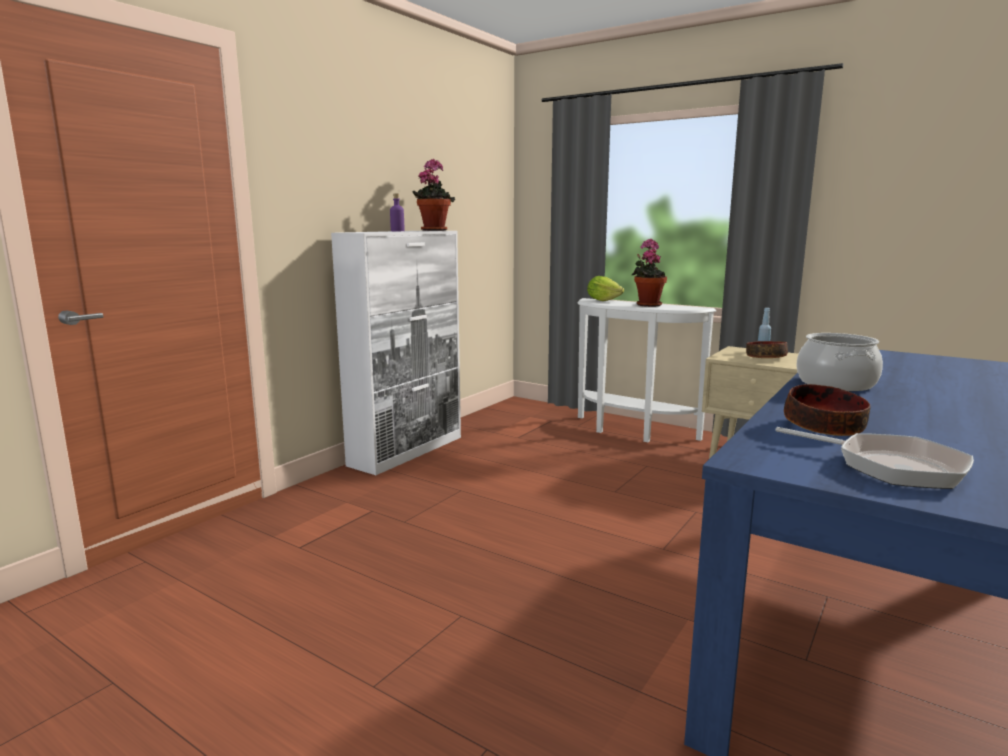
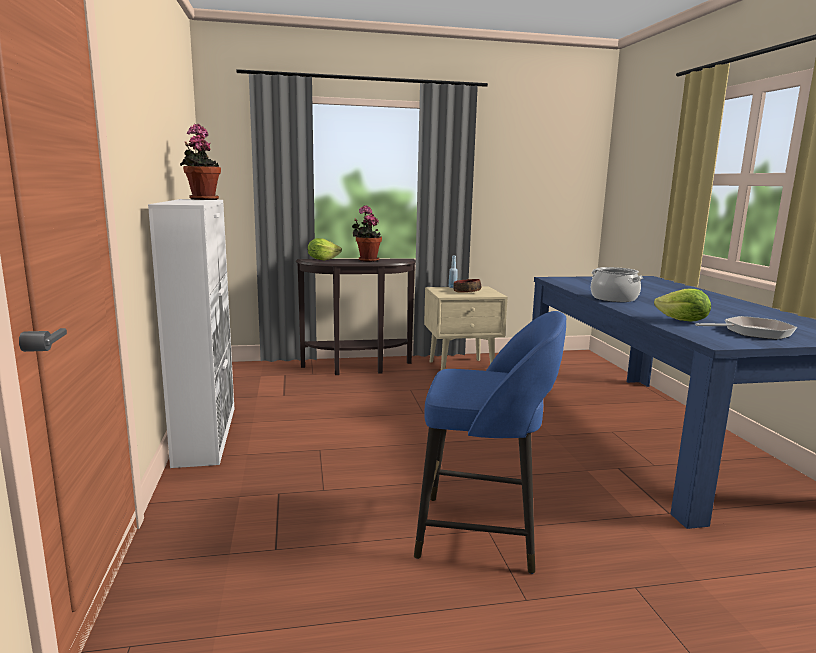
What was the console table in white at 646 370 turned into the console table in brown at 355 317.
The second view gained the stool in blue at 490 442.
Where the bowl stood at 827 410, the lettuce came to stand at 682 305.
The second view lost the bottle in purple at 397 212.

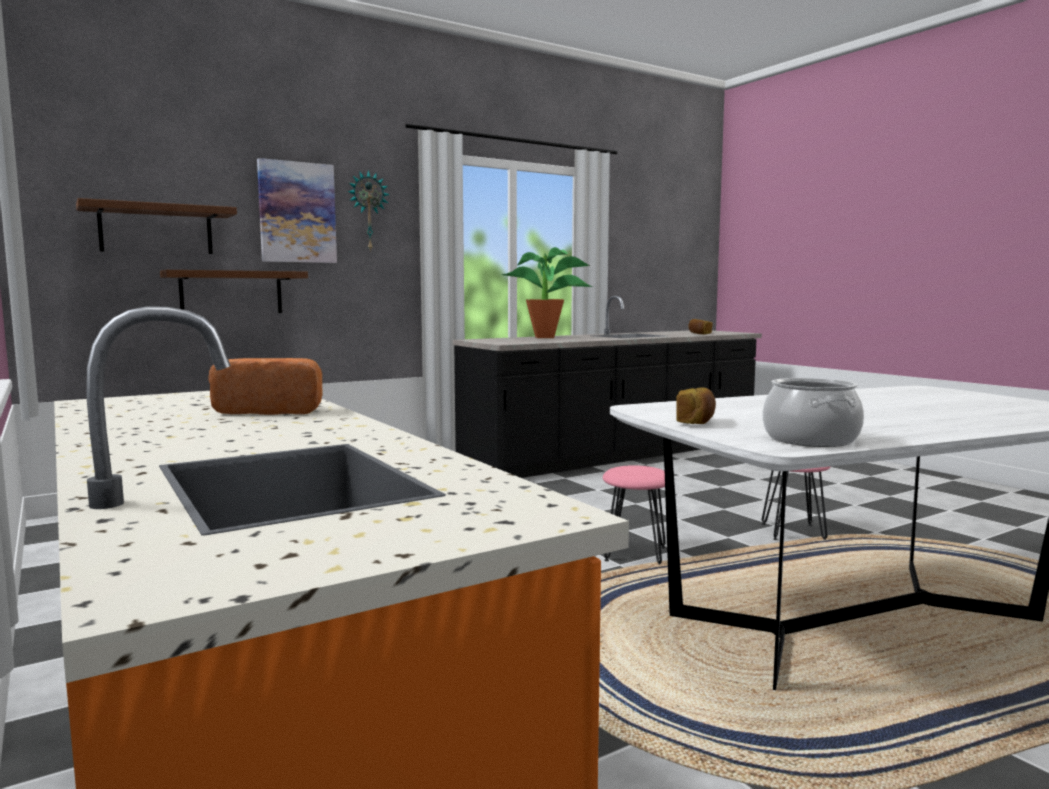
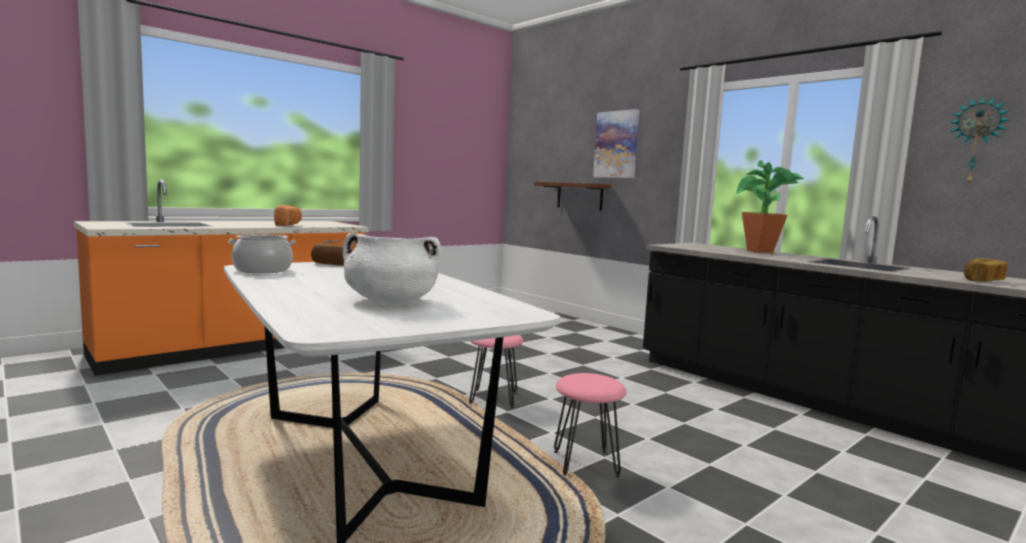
The second view gained the cooking pot in white at 392 268.
The wall clock ended up elsewhere, having gone from 368 211 to 979 140.
The second view lost the shelf in brown at 156 226.

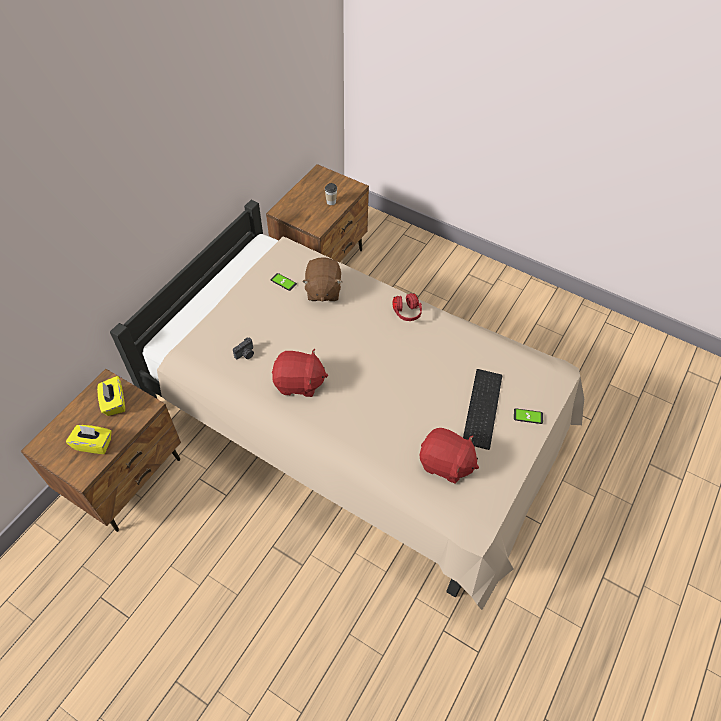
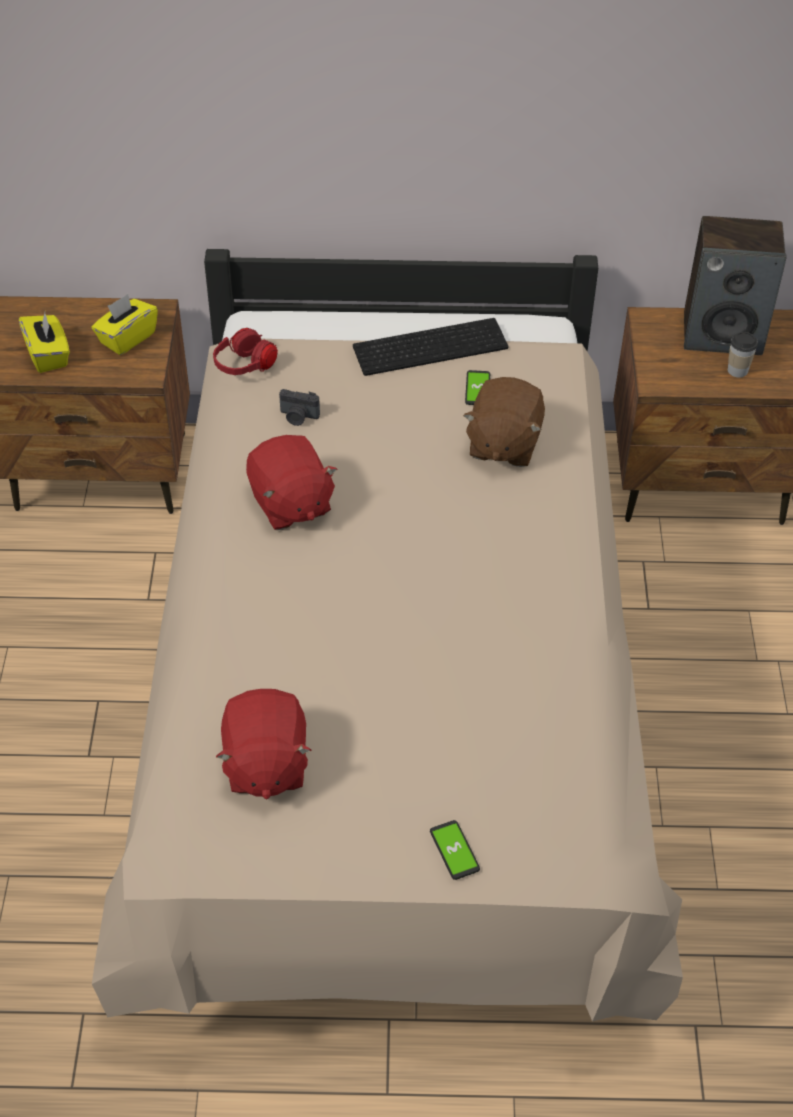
The headphones in red ended up elsewhere, having gone from 407 307 to 245 351.
The keyboard ended up elsewhere, having gone from 482 409 to 430 347.
The plush toy in brown at 322 279 ended up facing another way, 45 degrees counterclockwise from before.
The second view gained the speaker at 735 285.

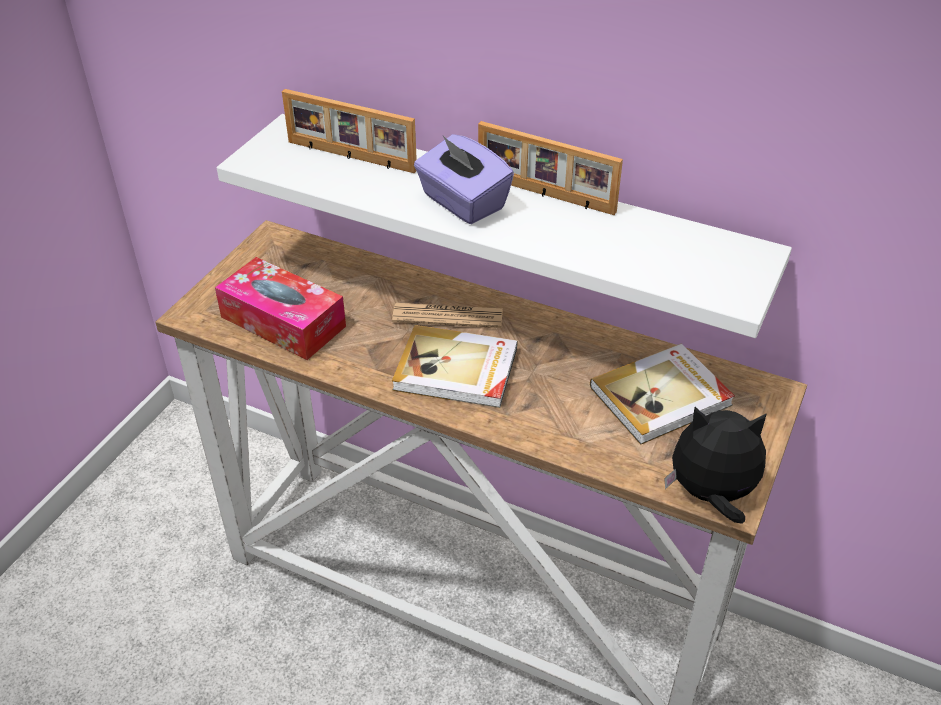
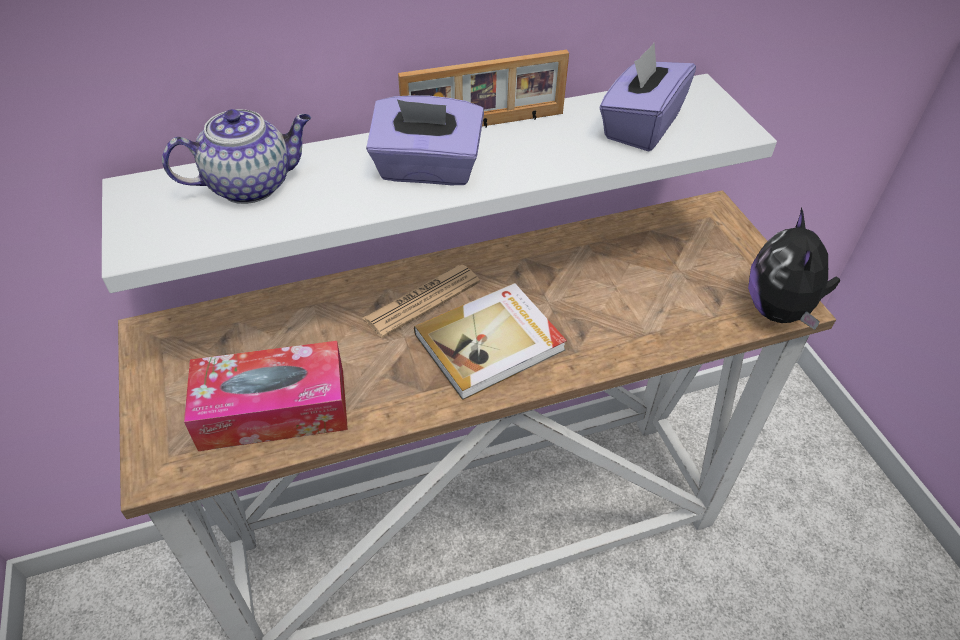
Where the picture frame stood at 349 131, the teapot came to stand at 236 156.
The second view gained the tissue box in purple at 648 97.
The plush toy at 715 465 ended up facing another way, 45 degrees counterclockwise from before.
The second view lost the book at 662 394.

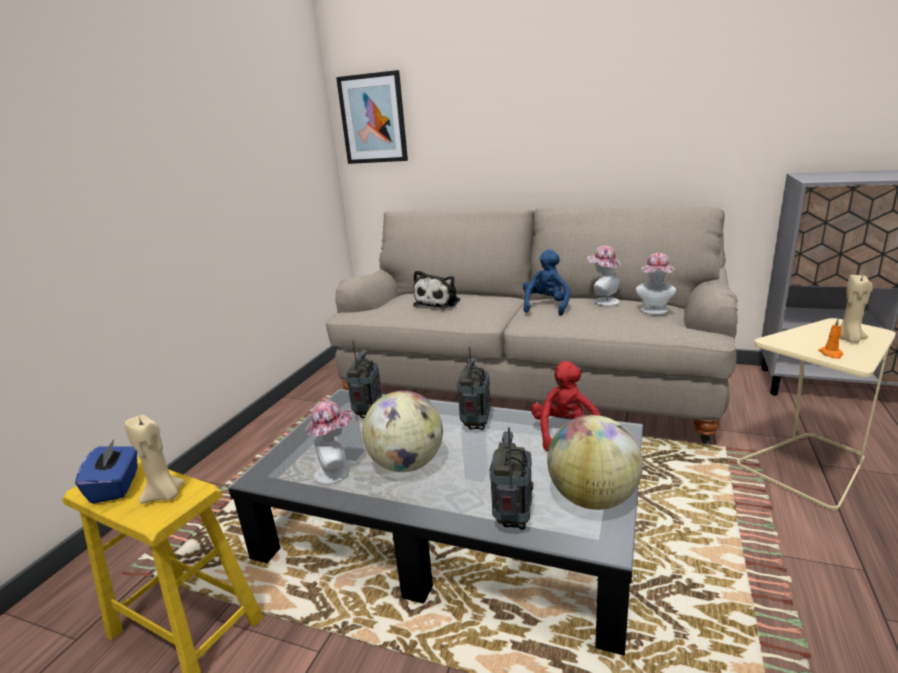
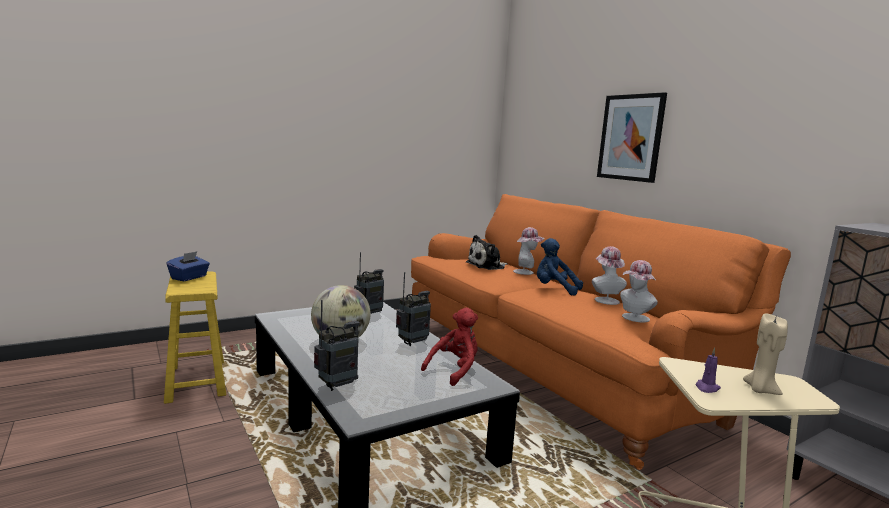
What was the sofa in beige at 532 325 turned into the sofa in orange at 601 332.
The hat ended up elsewhere, having gone from 329 443 to 528 251.
The plush toy in blue at 546 282 ended up facing another way, 120 degrees counterclockwise from before.
The picture ended up elsewhere, having gone from 372 117 to 632 137.
What was the candle in orange at 830 338 turned into the candle in purple at 708 370.
The second view lost the candle in beige at 154 459.
The second view lost the globe at 595 462.

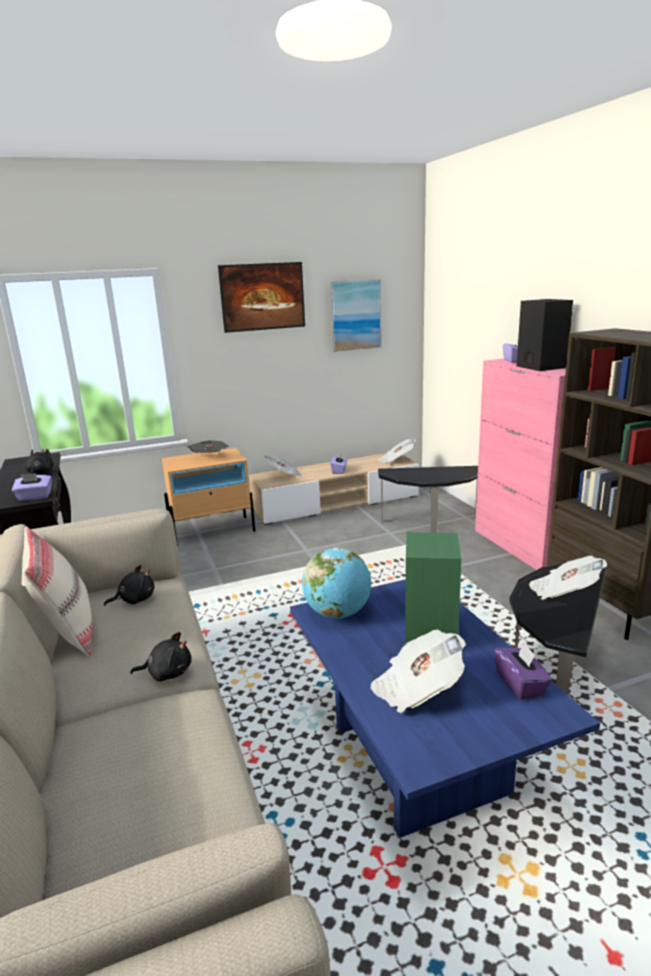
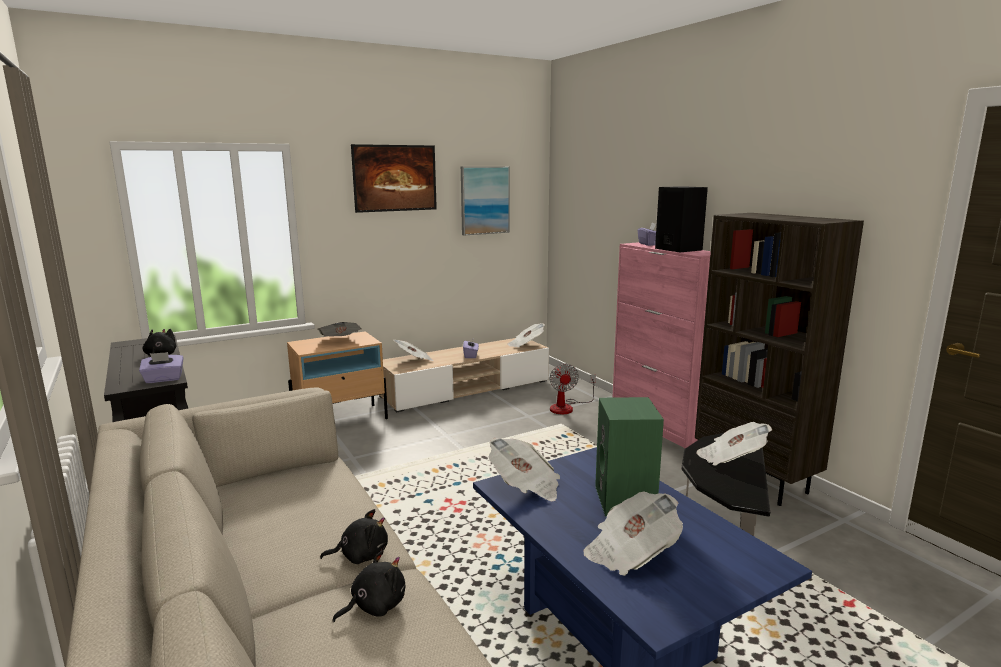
The plush toy in black ended up elsewhere, having gone from 129 585 to 369 586.
Where the globe stood at 336 583, the newspaper came to stand at 524 469.
Where the side table stood at 428 499, the fan came to stand at 572 388.
The second view lost the pillow in beige at 57 592.
The second view lost the tissue box in purple at 523 671.

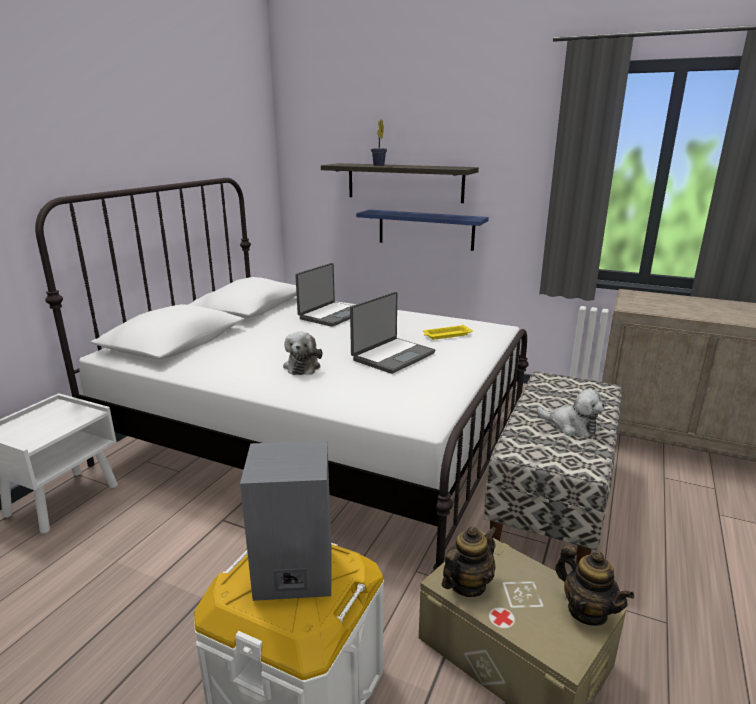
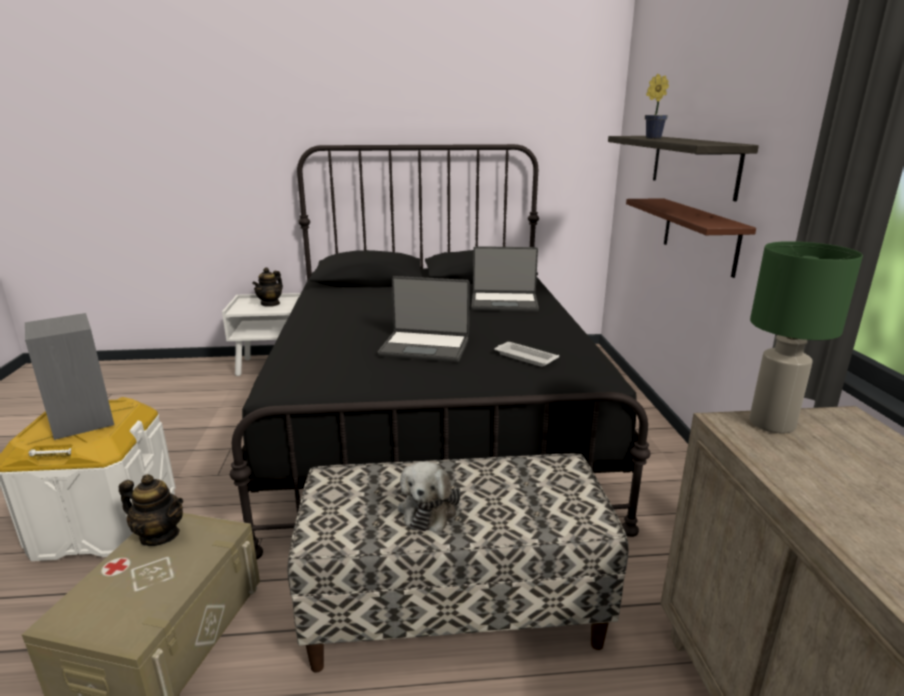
What was the bed in white at 282 374 turned into the bed in black at 440 351.
The teapot ended up elsewhere, having gone from 594 585 to 267 287.
What was the tray in yellow at 448 332 turned into the tray in white at 526 354.
What was the shelf in blue at 422 230 turned into the shelf in brown at 691 238.
The second view gained the table lamp in green at 806 337.
The second view lost the plush toy at 302 353.

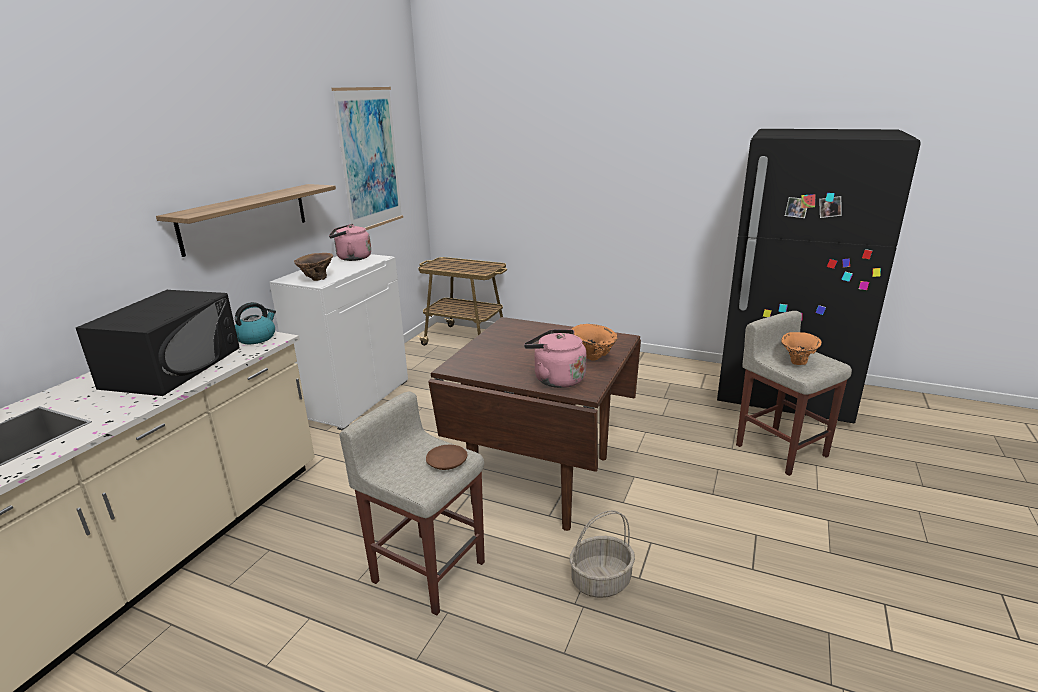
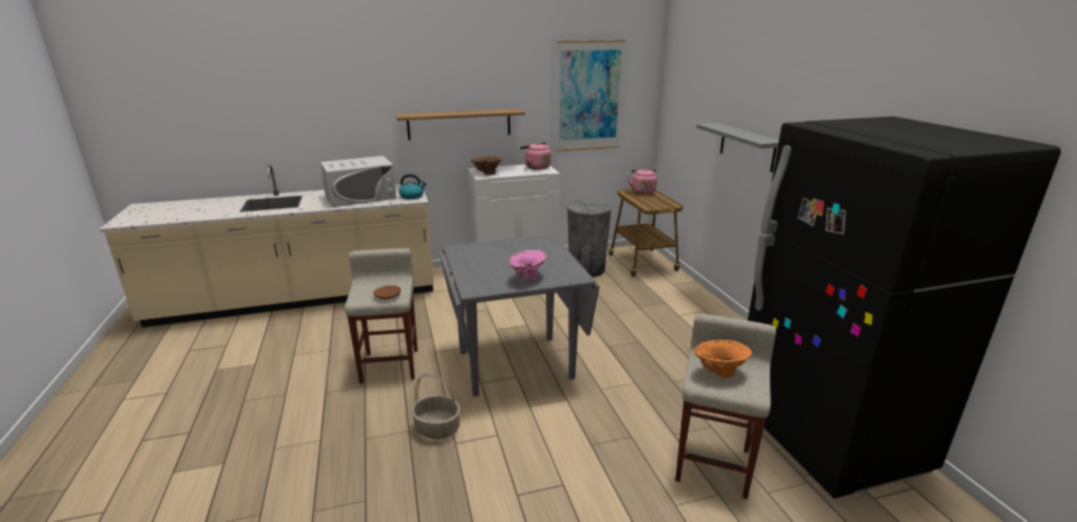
What was the microwave in black at 158 343 turned into the microwave in white at 358 181.
What was the dining table in brown at 534 424 turned into the dining table in grey at 519 316.
What was the vase in orange at 594 342 turned into the vase in pink at 528 265.
The second view gained the trash can in grey at 589 238.
The kettle in pink ended up elsewhere, having gone from 555 358 to 642 181.
The second view gained the shelf in grey at 737 147.

